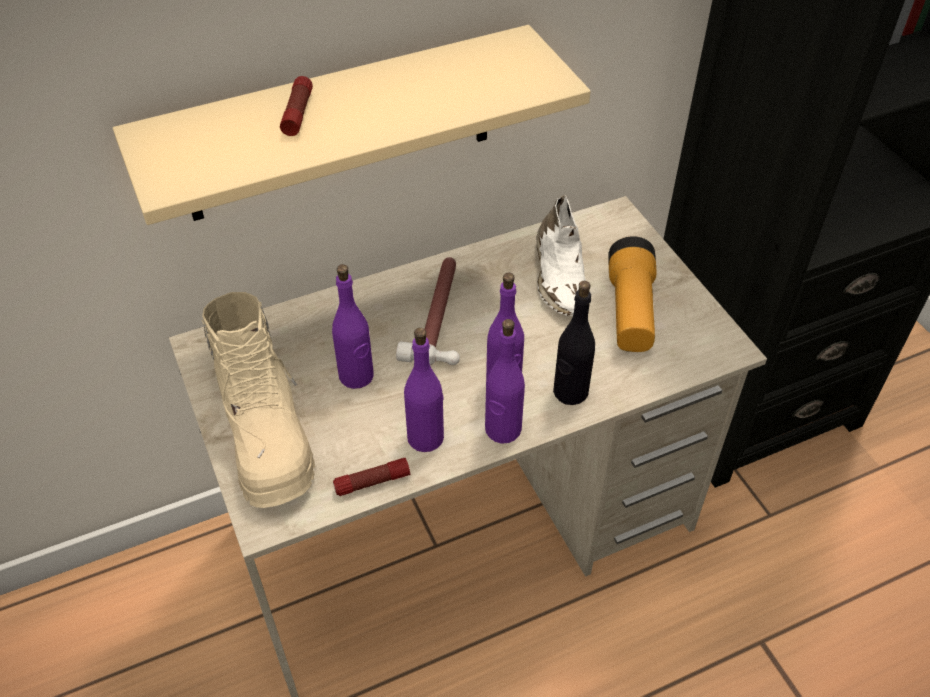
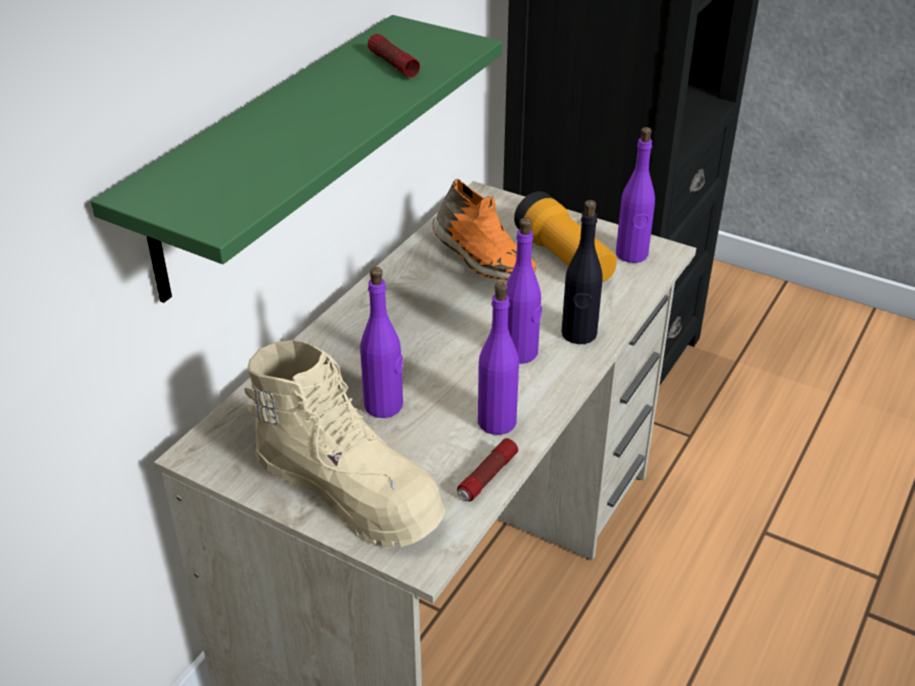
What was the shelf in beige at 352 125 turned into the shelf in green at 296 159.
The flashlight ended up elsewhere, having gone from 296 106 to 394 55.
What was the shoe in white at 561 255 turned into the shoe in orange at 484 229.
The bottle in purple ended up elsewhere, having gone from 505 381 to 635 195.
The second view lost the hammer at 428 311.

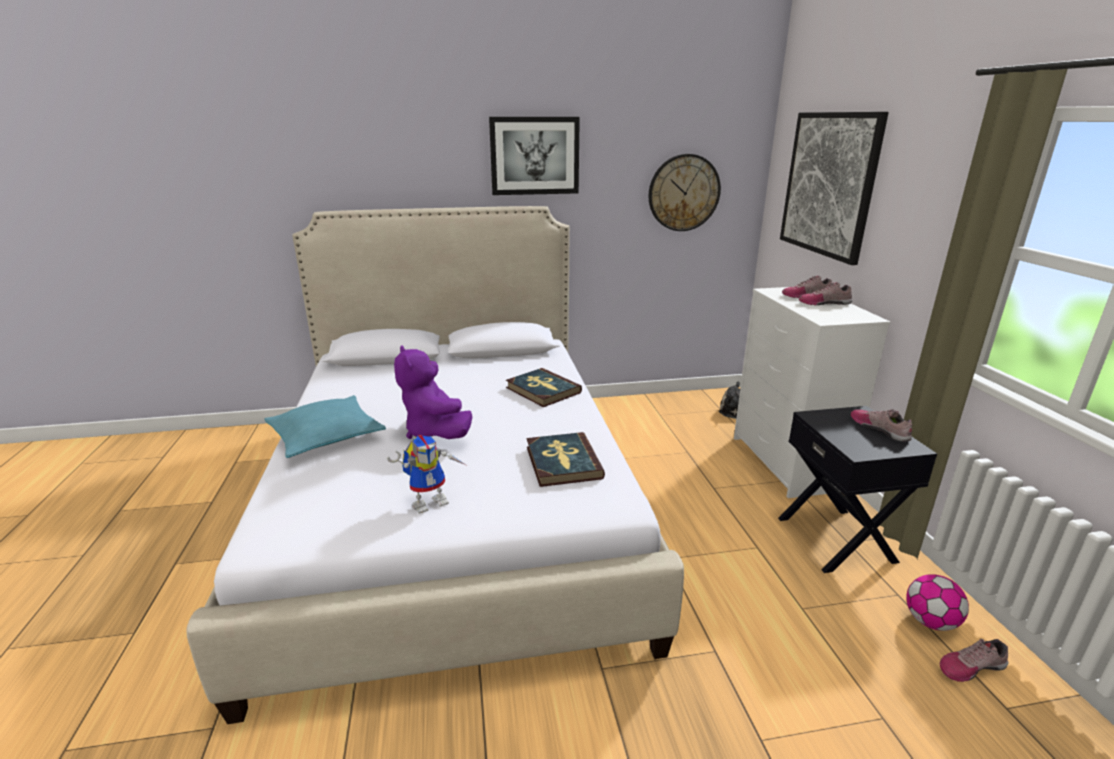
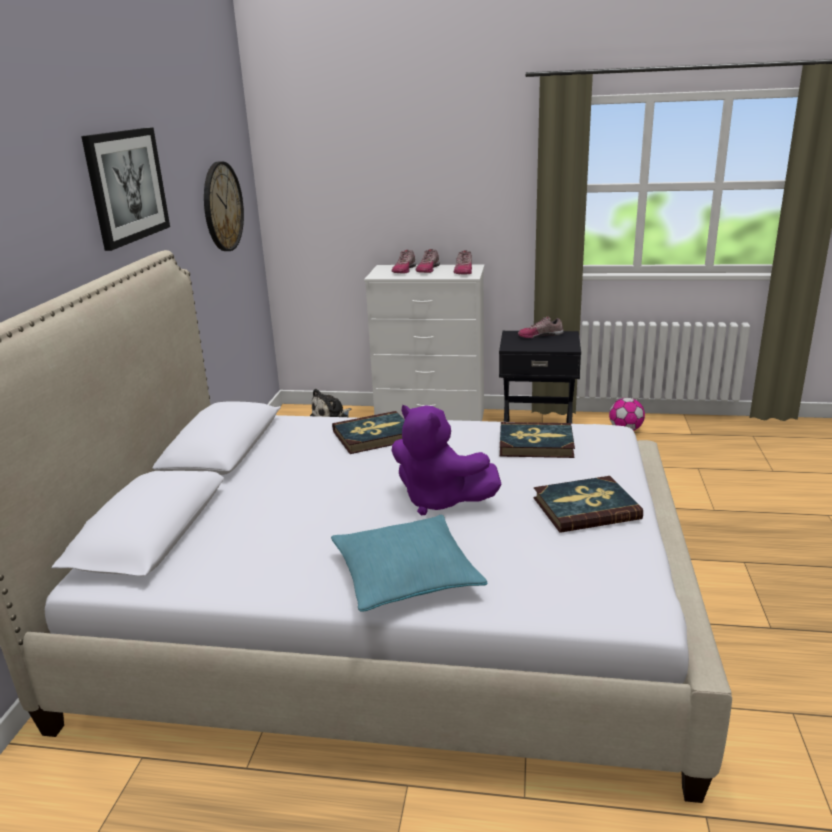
The plush toy in purple at 433 392 ended up facing another way, 45 degrees clockwise from before.
The shoe ended up elsewhere, having gone from 974 660 to 462 262.
Where the toy robot stood at 426 474, the book came to stand at 588 504.
The second view lost the picture at 834 188.

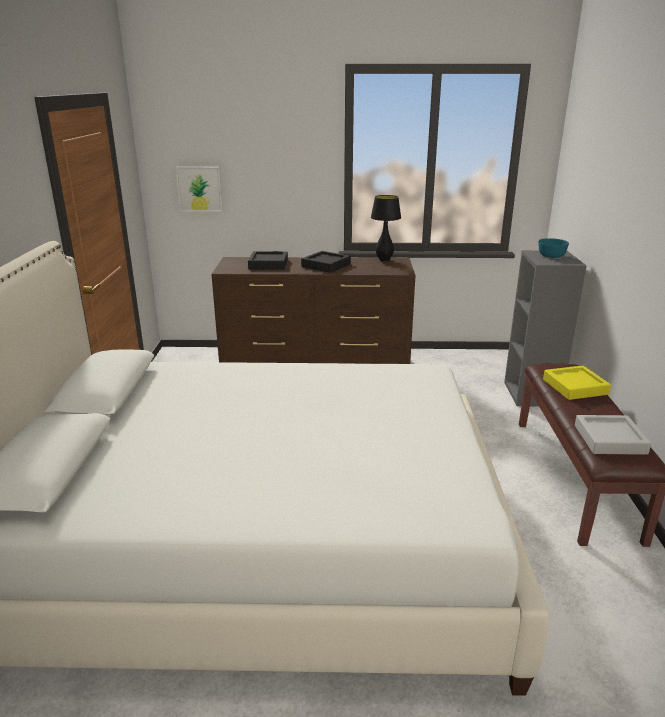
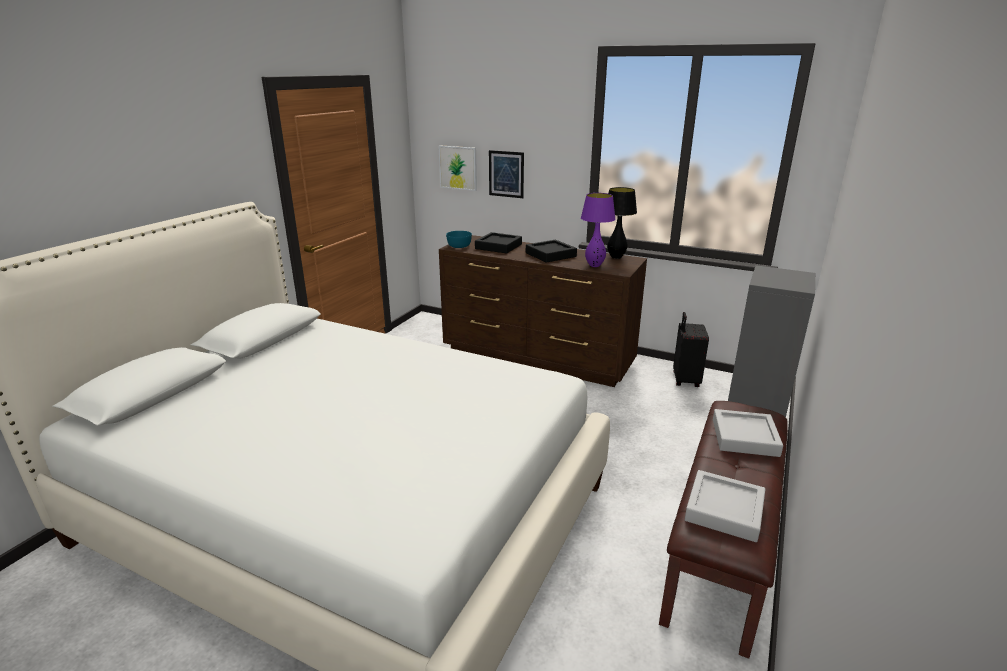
The bowl in turquoise ended up elsewhere, having gone from 554 248 to 459 239.
The second view gained the picture at 506 174.
The second view gained the table lamp in purple at 598 230.
The second view gained the suitcase in black at 691 349.
What was the tray in yellow at 577 382 turned into the tray in grey at 748 433.

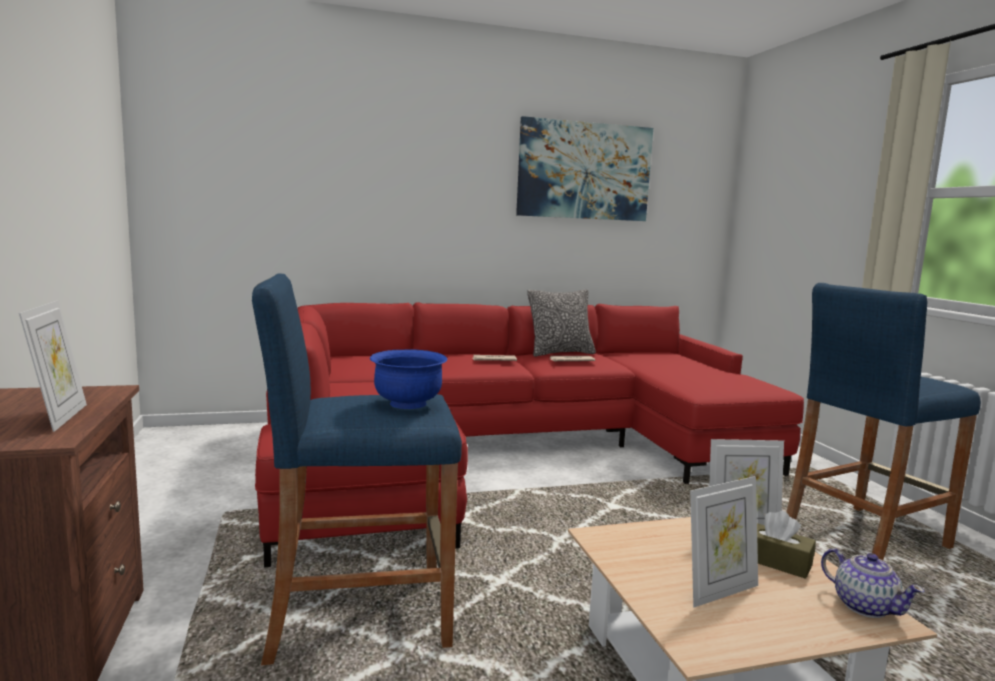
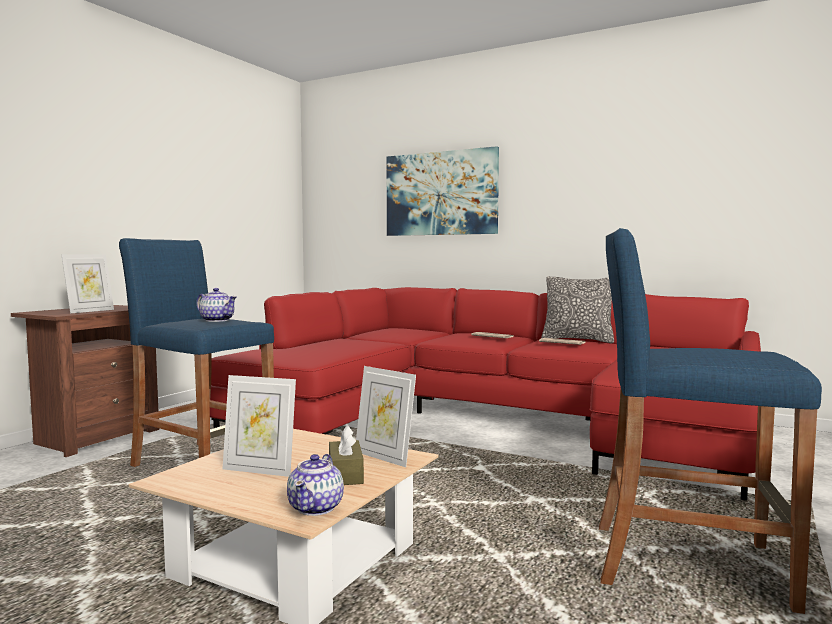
Where the bowl in blue stood at 408 379, the teapot came to stand at 217 305.
The picture ended up elsewhere, having gone from 584 168 to 442 191.

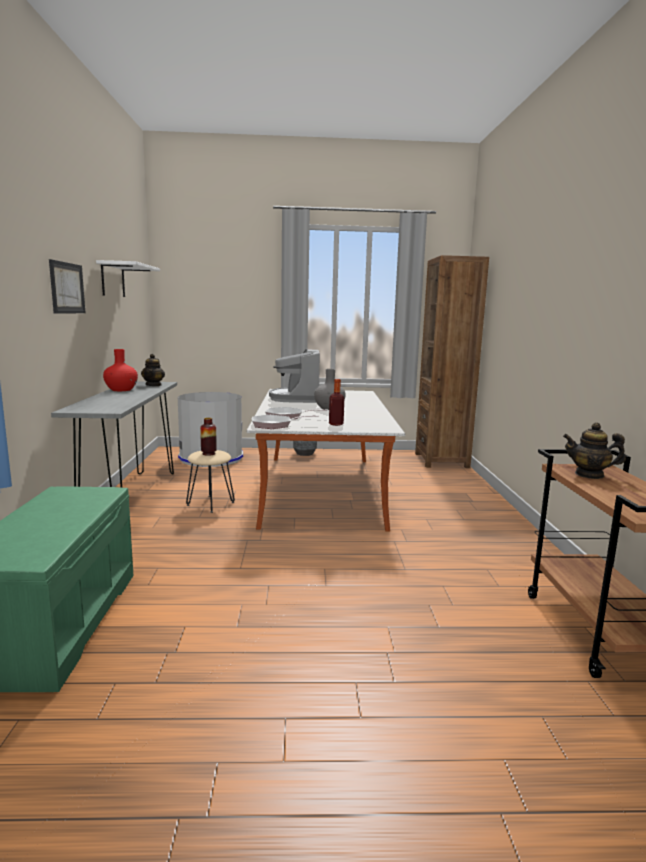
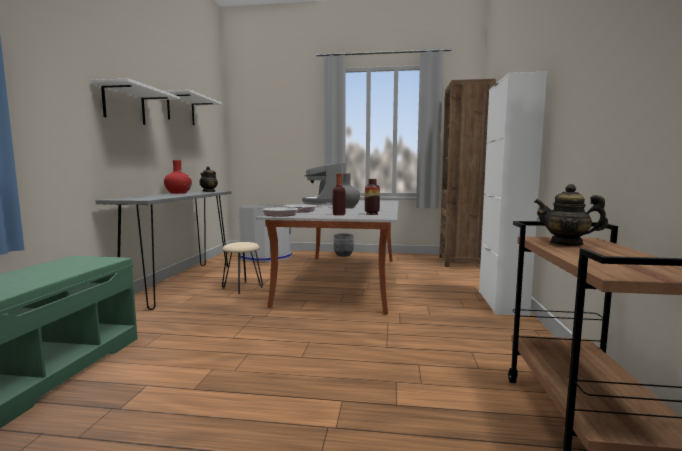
Where the picture hung at 67 286, the shelf in white came to hang at 136 102.
The vase ended up elsewhere, having gone from 208 437 to 372 197.
The second view gained the cabinet in white at 513 194.

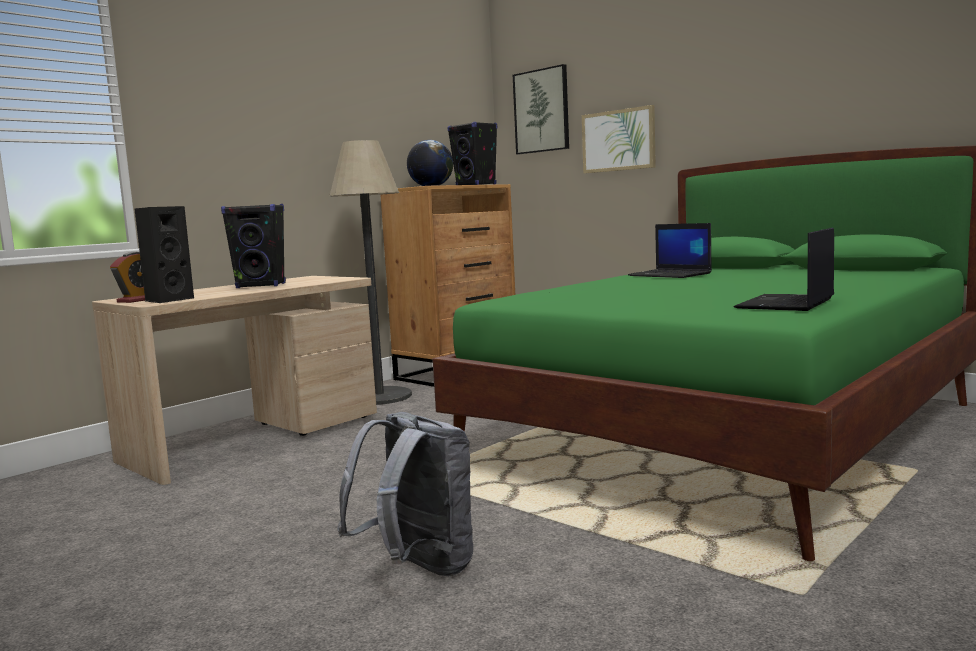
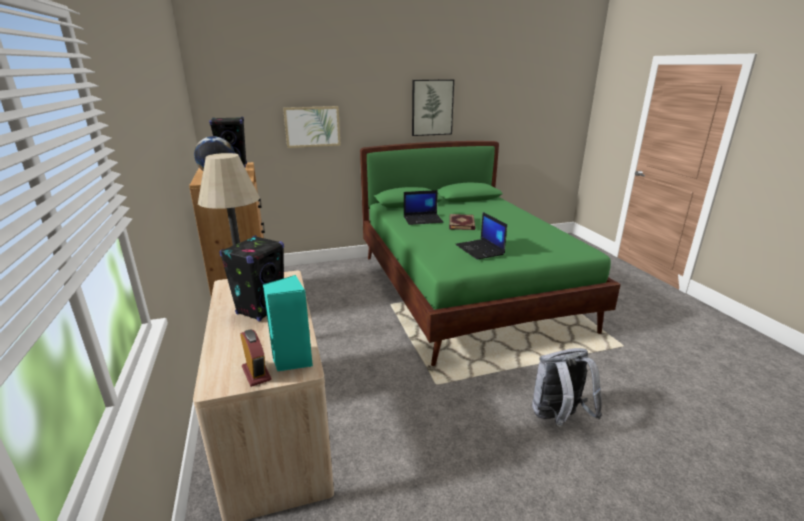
What was the speaker in black at 164 254 turned into the speaker in turquoise at 288 323.
The picture ended up elsewhere, having gone from 541 109 to 433 107.
The second view gained the book at 462 222.
The laptop ended up elsewhere, having gone from 784 269 to 481 235.

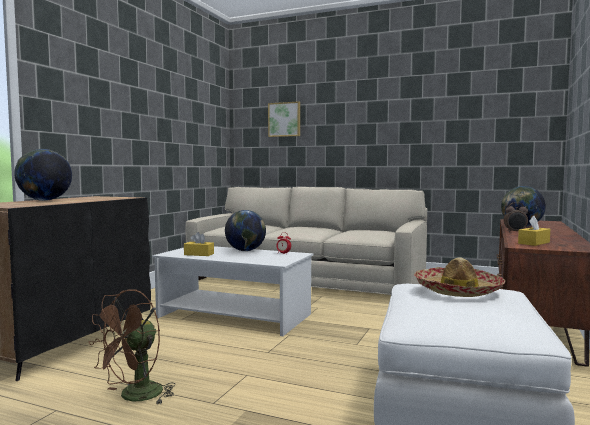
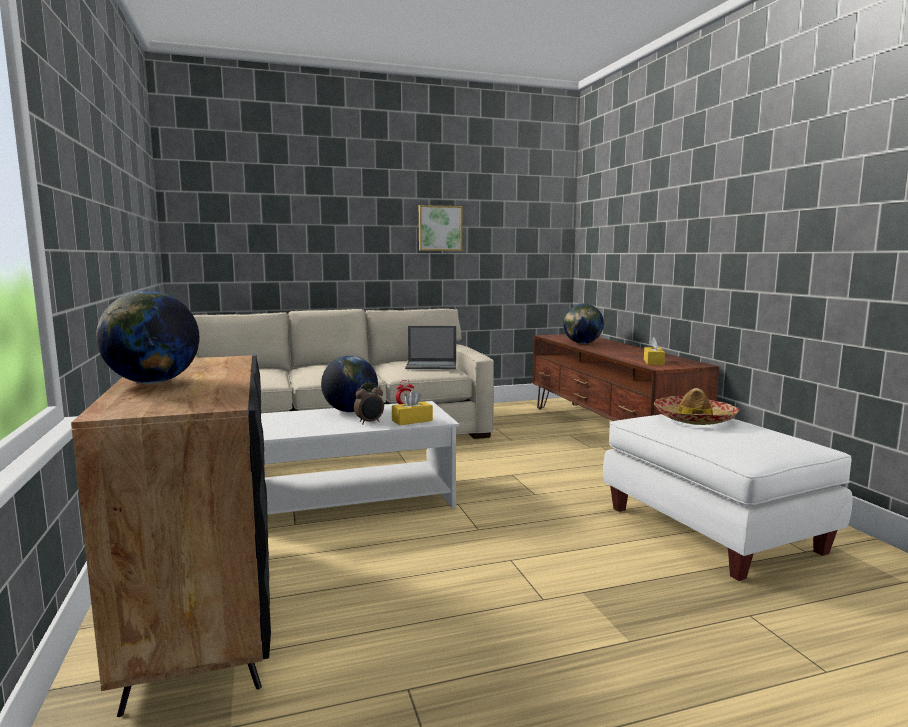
The alarm clock ended up elsewhere, having gone from 515 217 to 369 403.
The tissue box in yellow ended up elsewhere, having gone from 199 244 to 412 407.
The second view gained the laptop at 430 347.
The picture ended up elsewhere, having gone from 284 119 to 440 228.
The second view lost the fan in brown at 132 346.

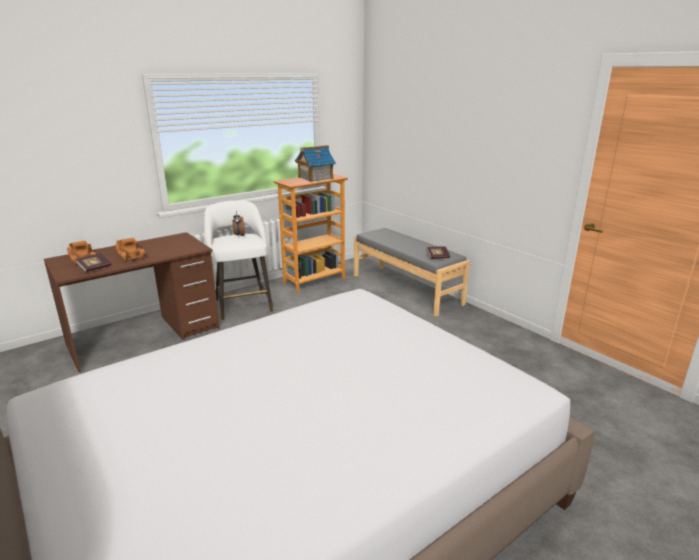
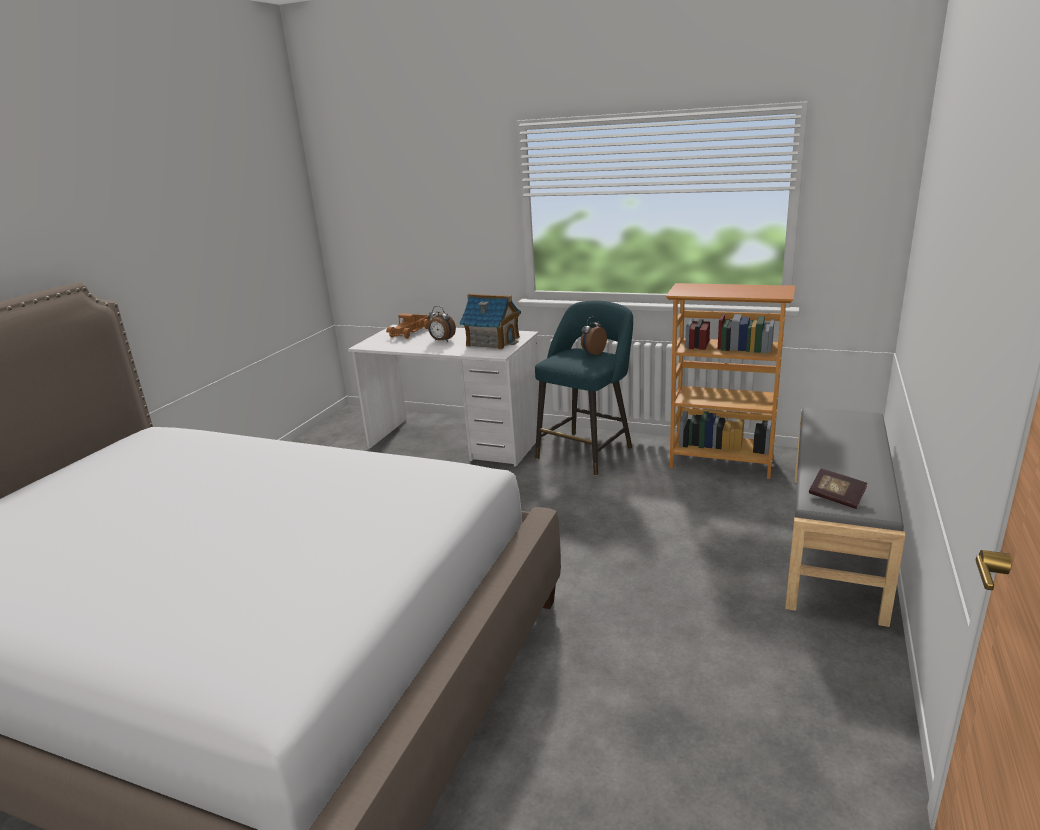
What was the desk in brown at 132 302 turned into the desk in white at 445 396.
Where the toy truck stood at 130 249, the alarm clock came to stand at 442 324.
The toy house ended up elsewhere, having gone from 315 163 to 490 321.
What was the stool in white at 238 260 turned into the stool in turquoise at 584 388.
The second view lost the book at 93 262.

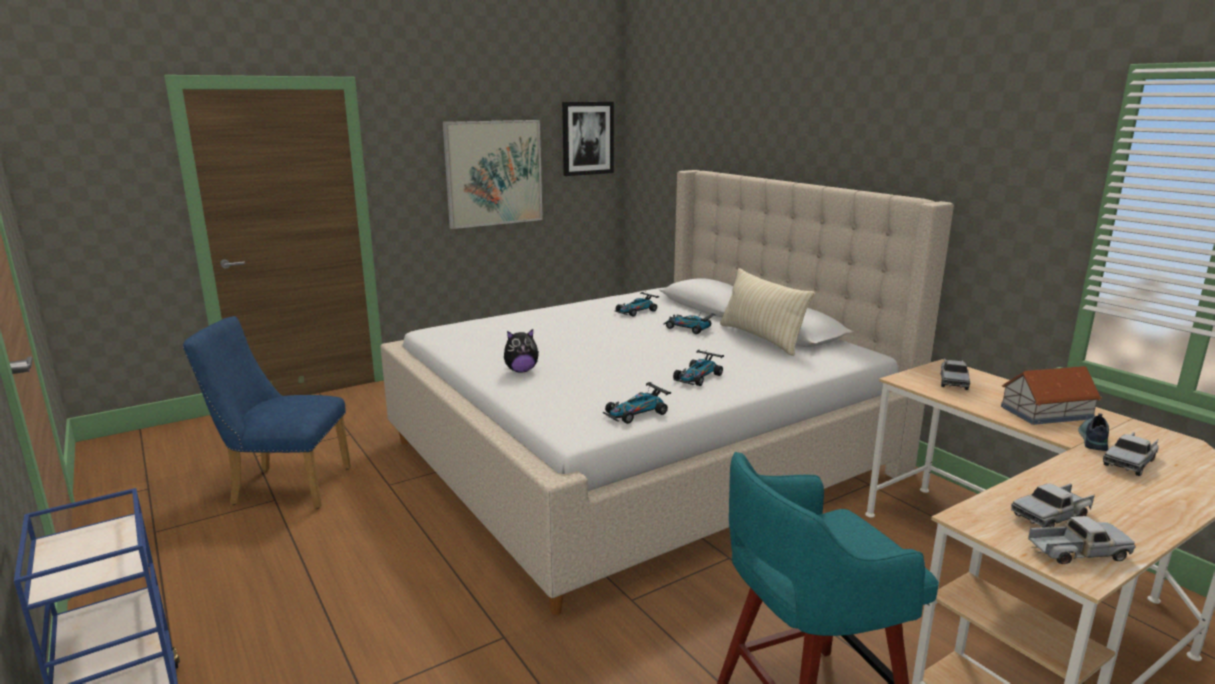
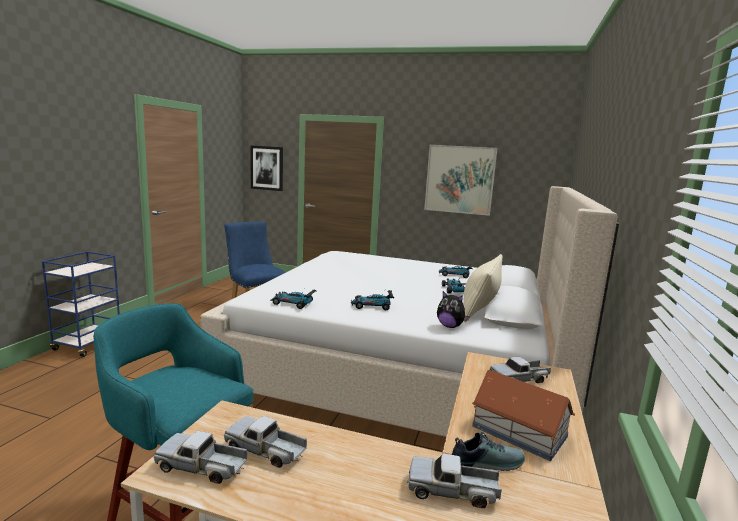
The toy truck at 1081 540 ended up facing another way, 150 degrees clockwise from before.
The picture ended up elsewhere, having gone from 588 139 to 266 168.
The plush toy ended up elsewhere, having gone from 521 351 to 453 309.

